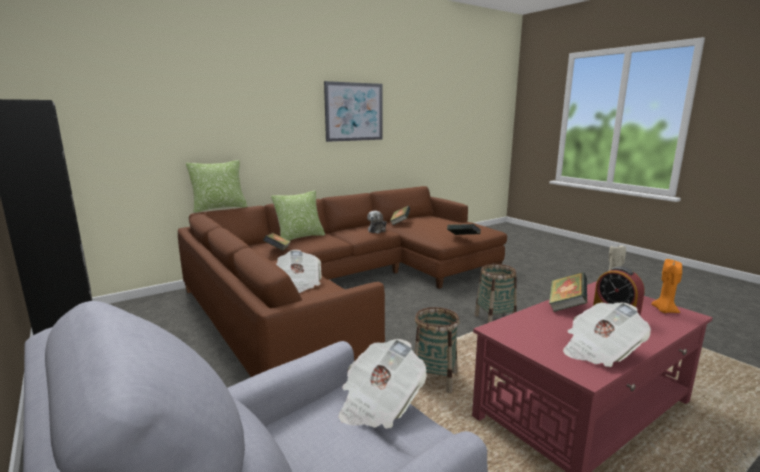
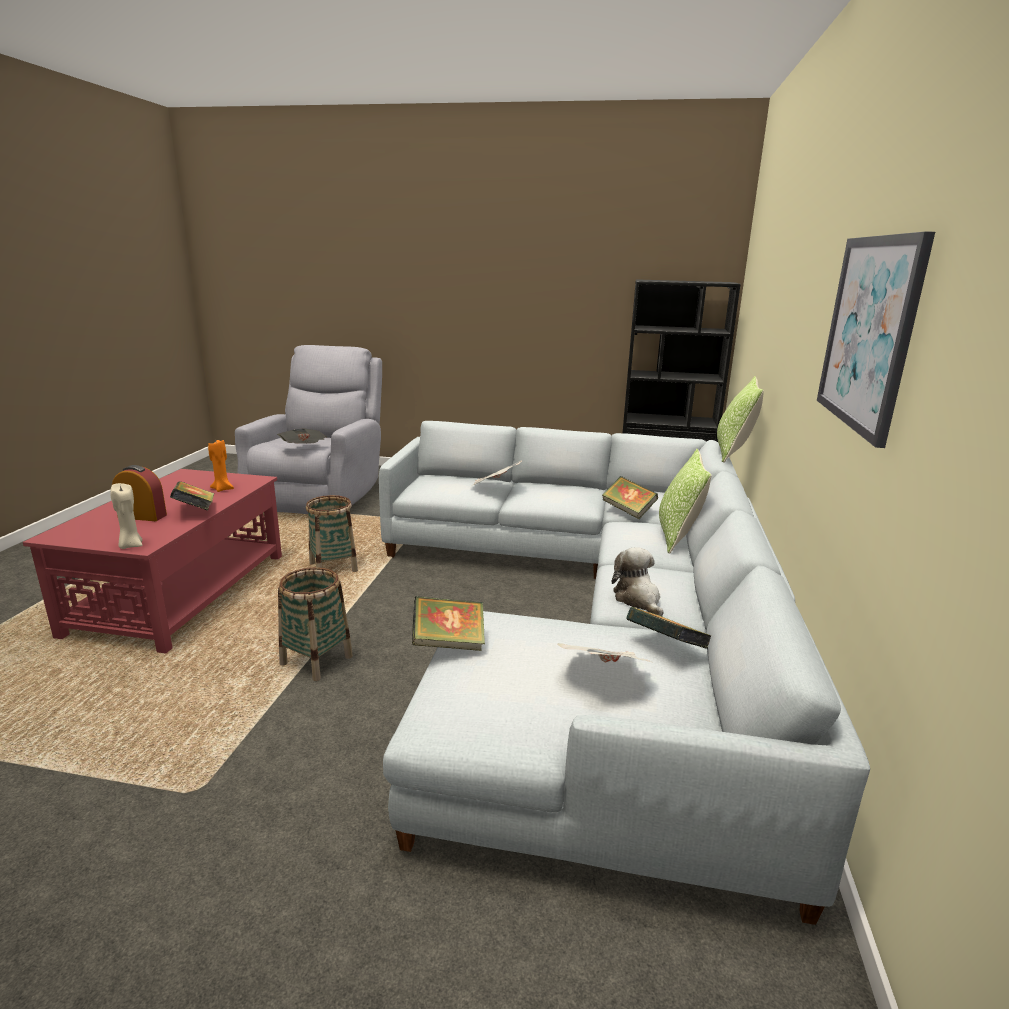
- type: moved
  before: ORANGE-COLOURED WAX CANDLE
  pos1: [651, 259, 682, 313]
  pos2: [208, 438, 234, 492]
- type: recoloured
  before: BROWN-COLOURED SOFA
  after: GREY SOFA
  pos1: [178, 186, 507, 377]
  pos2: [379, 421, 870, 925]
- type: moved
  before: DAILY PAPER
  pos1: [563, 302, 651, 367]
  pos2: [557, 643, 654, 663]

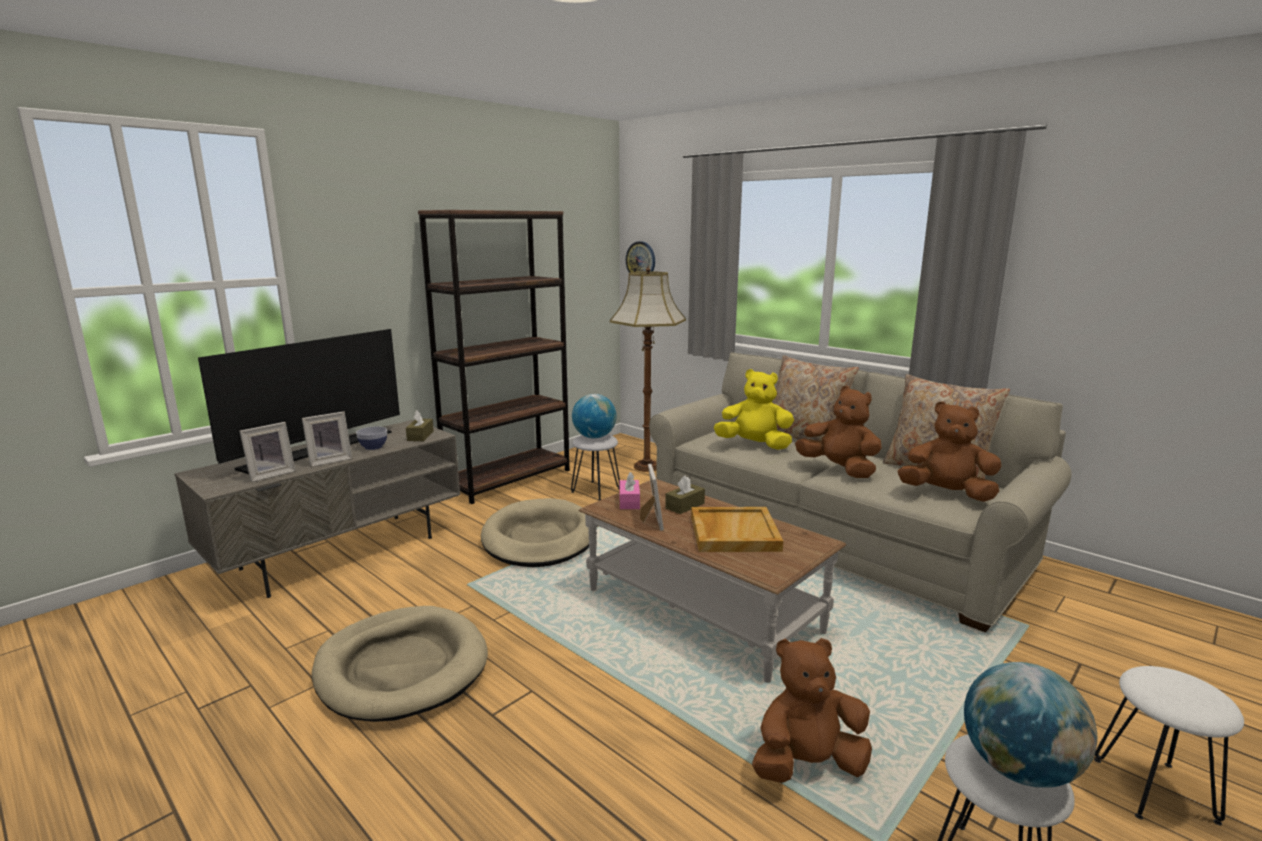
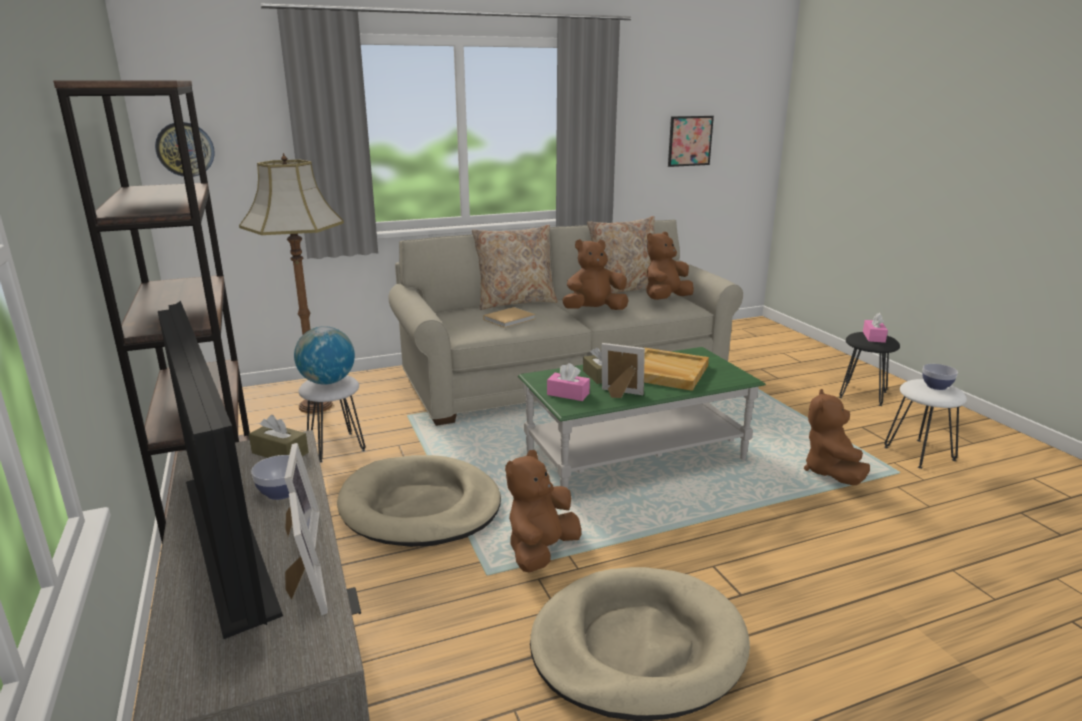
- type: replaced
  before: YELLOW SOFT TOY
  after: BEIGE BOUND BOOK
  pos1: [713, 369, 794, 450]
  pos2: [483, 307, 536, 328]
- type: added
  after: BROWN-COLOURED SOFT TOY
  pos2: [505, 450, 581, 573]
- type: recoloured
  before: BROWN-COLOURED LOUNGE TABLE
  after: GREEN LOUNGE TABLE
  pos1: [578, 479, 846, 683]
  pos2: [518, 347, 766, 488]
- type: added
  after: WALL PICTURE
  pos2: [668, 116, 714, 167]
- type: recoloured
  before: WHITE-COLOURED STOOL
  after: BLACKISH STOOL
  pos1: [1094, 666, 1244, 825]
  pos2: [839, 332, 900, 406]
- type: added
  after: PINK TISSUE BOX
  pos2: [863, 313, 888, 343]
- type: replaced
  before: WORLD GLOBE
  after: SERVING BOWL
  pos1: [964, 662, 1097, 788]
  pos2: [922, 364, 958, 390]

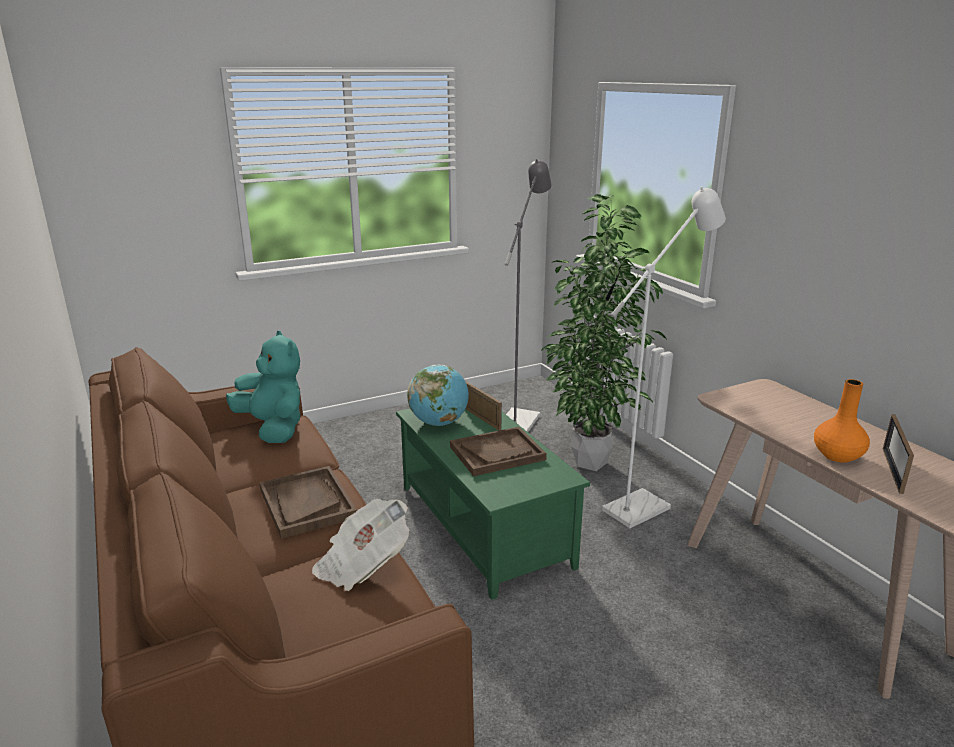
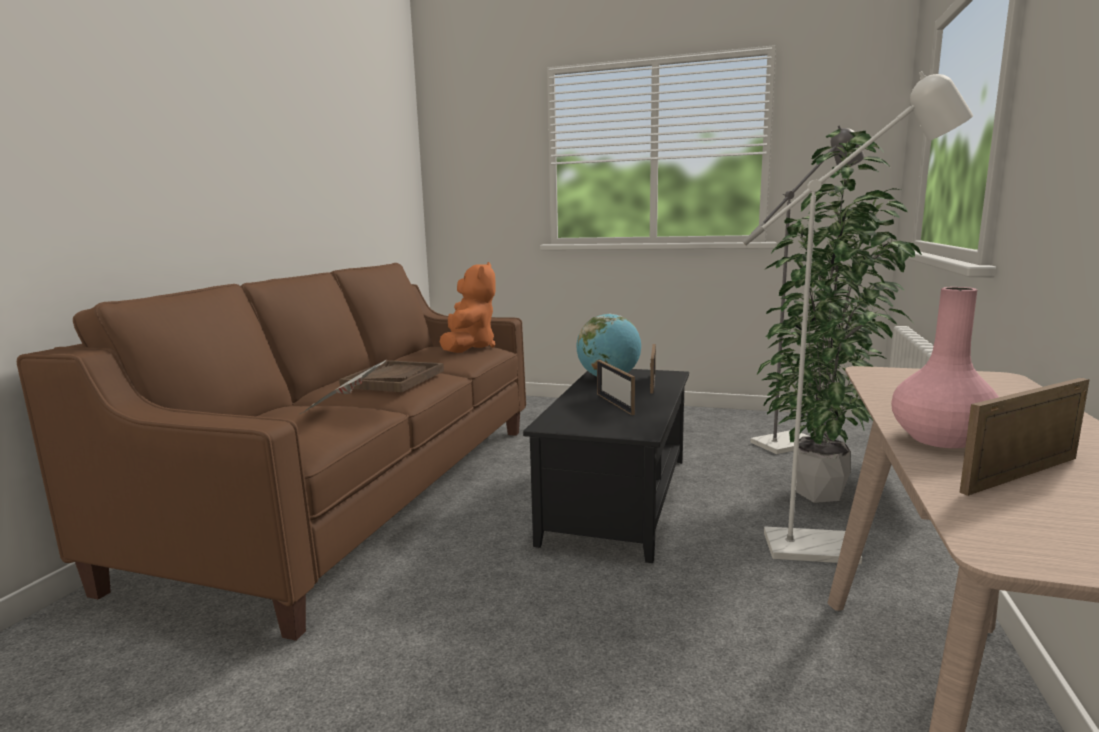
- type: recoloured
  before: TURQUOISE-COLOURED SOFT TOY
  after: ORANGE-COLOURED SOFT TOY
  pos1: [226, 331, 300, 443]
  pos2: [440, 262, 496, 353]
- type: recoloured
  before: GREEN LOUNGE TABLE
  after: BLACKISH LOUNGE TABLE
  pos1: [396, 409, 590, 600]
  pos2: [523, 369, 689, 563]
- type: replaced
  before: BROWN-COLOURED CARRYING TRAY
  after: STANDING FRAME
  pos1: [450, 427, 547, 476]
  pos2: [597, 360, 635, 415]
- type: recoloured
  before: ORANGE-COLOURED FLOWER VASE
  after: PINK FLOWER VASE
  pos1: [814, 379, 870, 463]
  pos2: [891, 287, 999, 448]

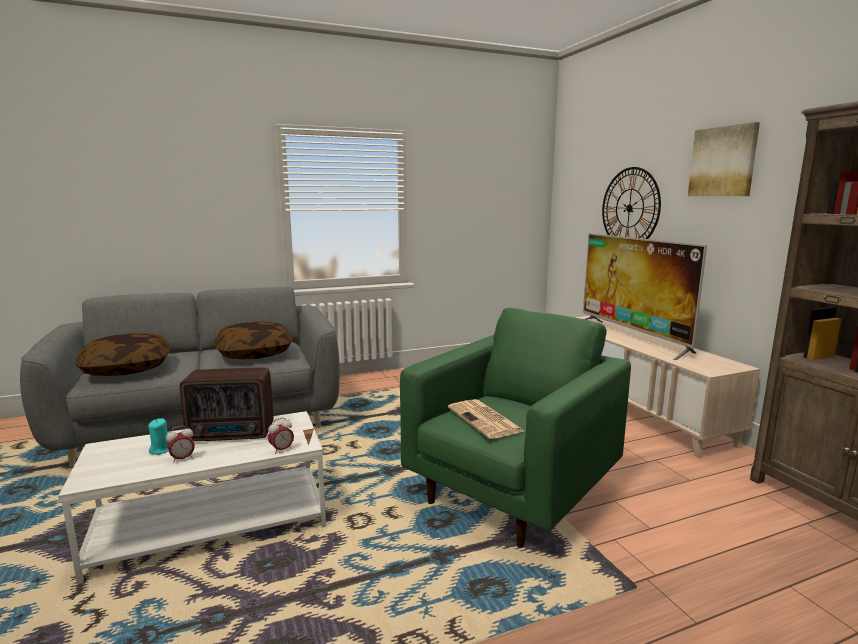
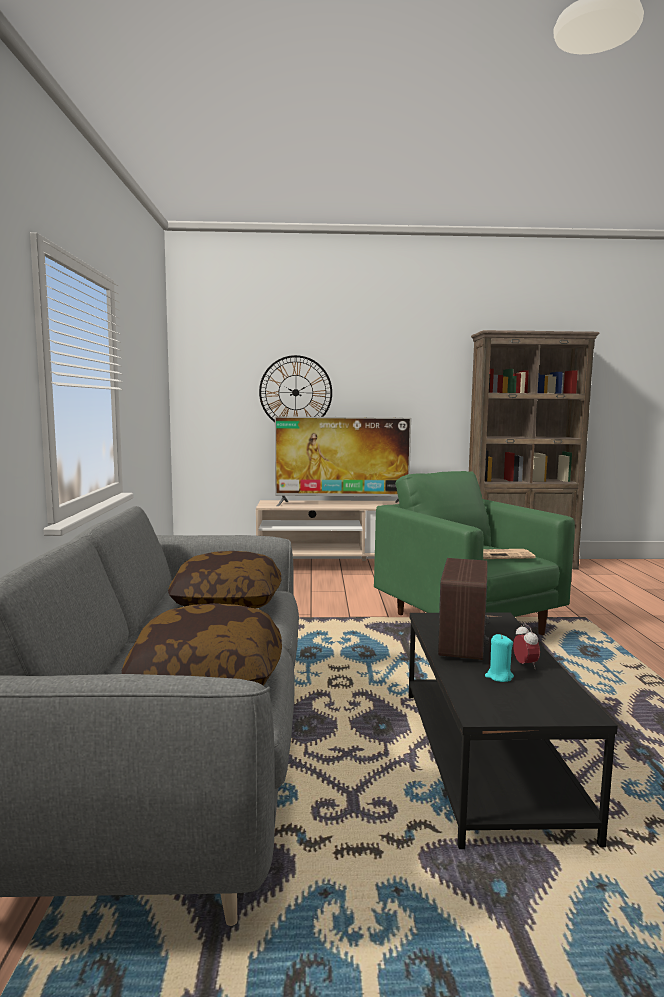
- type: recoloured
  before: WHITE-COLOURED LOUNGE TABLE
  after: BLACKISH LOUNGE TABLE
  pos1: [58, 411, 326, 584]
  pos2: [409, 613, 618, 849]
- type: removed
  before: ALARM CLOCK
  pos1: [268, 418, 294, 454]
- type: removed
  before: WALL PICTURE
  pos1: [688, 122, 760, 196]

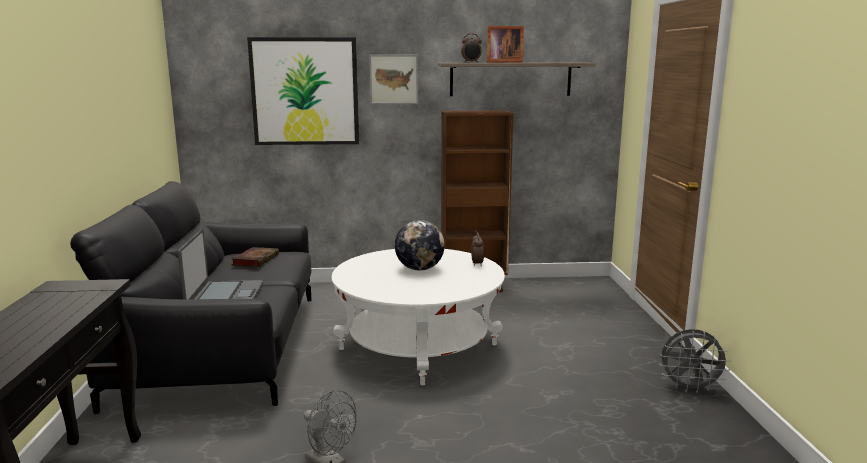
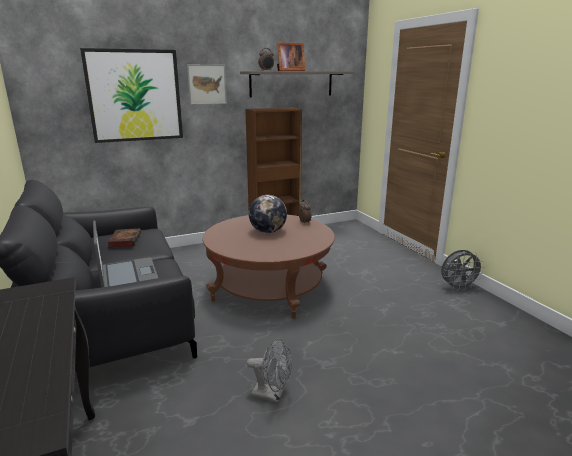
- type: recoloured
  before: WHITE-COLOURED LOUNGE TABLE
  after: BROWN-COLOURED LOUNGE TABLE
  pos1: [331, 249, 505, 385]
  pos2: [203, 215, 335, 319]

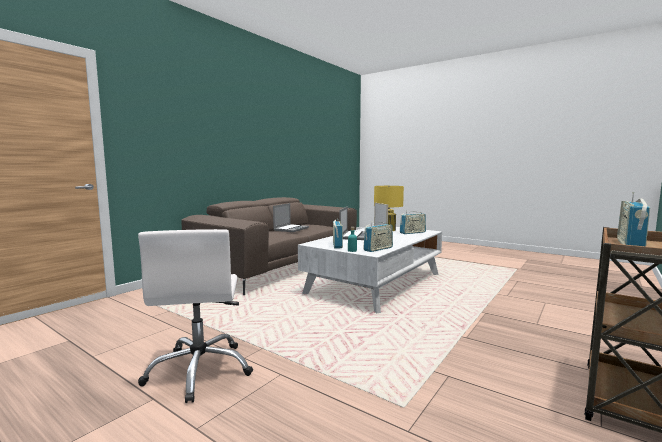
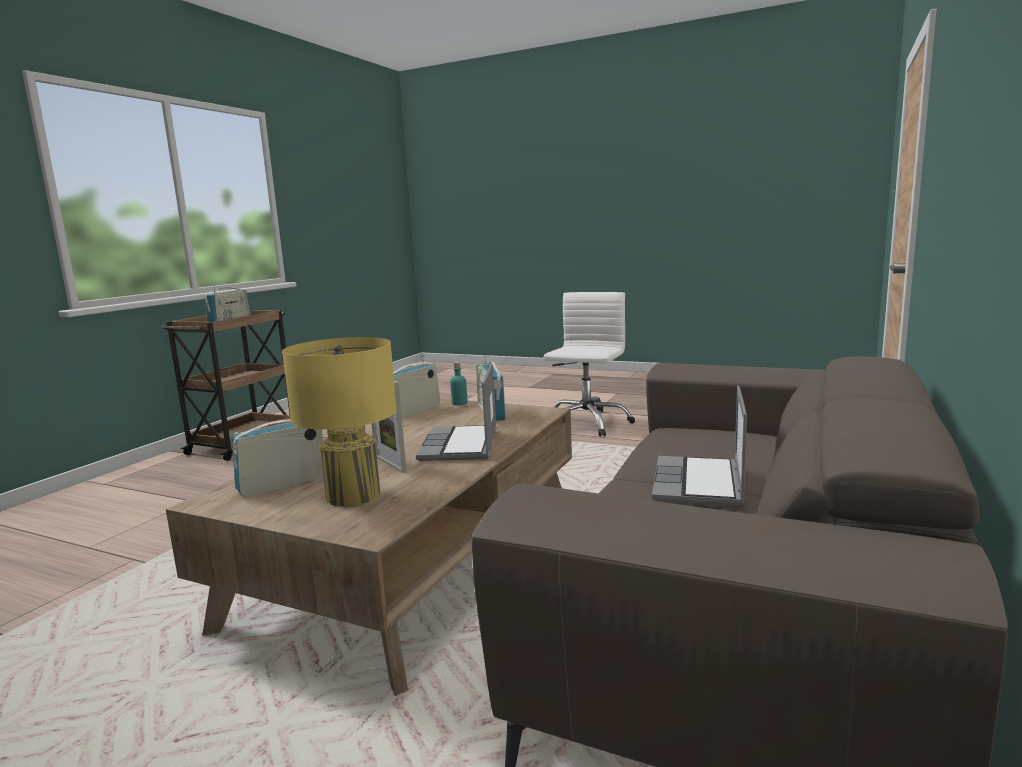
- type: recoloured
  before: WHITE-COLOURED LOUNGE TABLE
  after: BROWN-COLOURED LOUNGE TABLE
  pos1: [298, 226, 442, 314]
  pos2: [166, 398, 572, 696]
- type: turned
  before: WHITE-COLOURED OFFICE CHAIR
  pos1: [138, 229, 253, 403]
  pos2: [543, 292, 635, 437]
  turn: 45

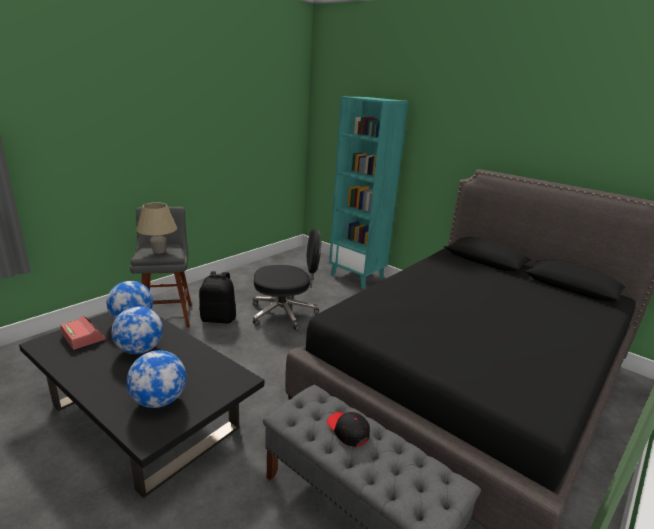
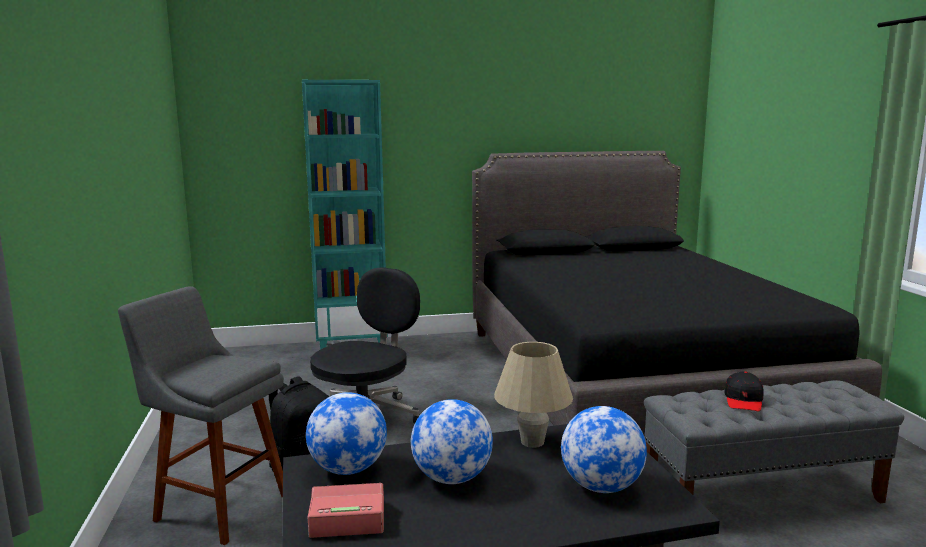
- type: moved
  before: BEIGE LAMP FOR A TABLE
  pos1: [137, 202, 177, 254]
  pos2: [494, 342, 573, 448]
- type: turned
  before: BLACKISH BASEBALL CAP
  pos1: [327, 412, 370, 447]
  pos2: [724, 371, 764, 411]
  turn: -75

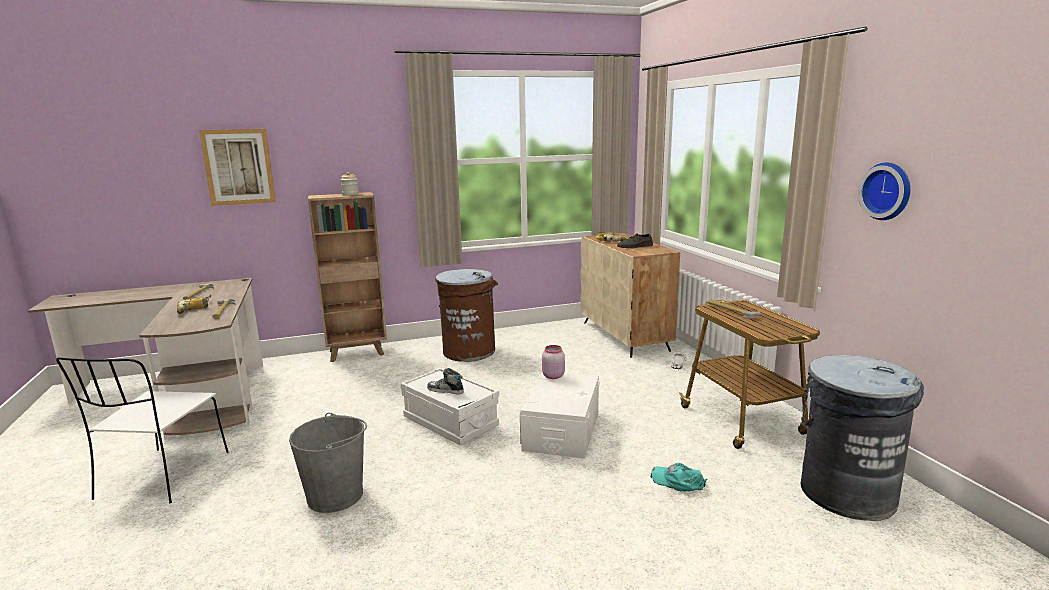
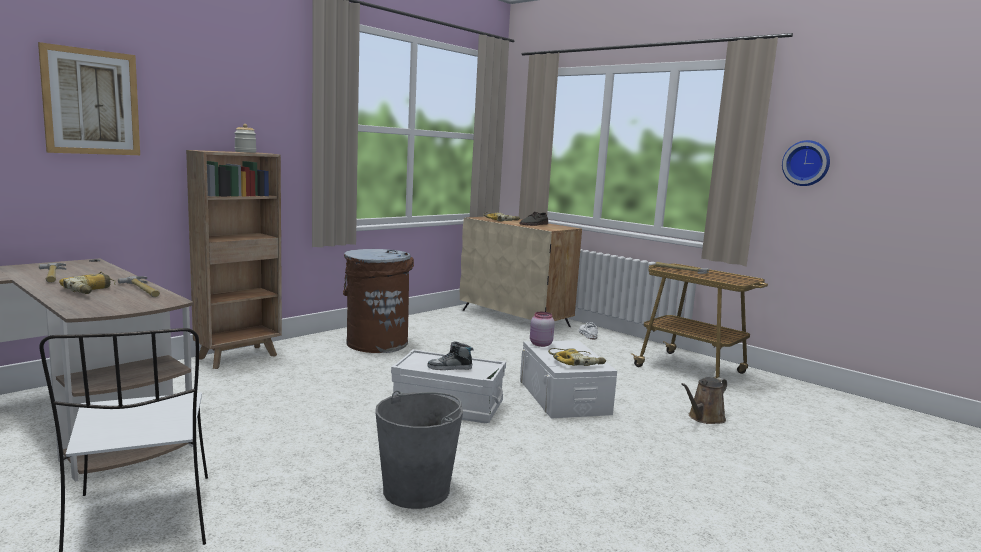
- type: added
  after: ELECTRIC DRILL
  pos2: [548, 348, 606, 366]
- type: replaced
  before: TURQUOISE-COLOURED BASEBALL CAP
  after: BROWN-COLOURED WATERING CAN
  pos1: [650, 463, 707, 492]
  pos2: [681, 377, 727, 424]
- type: removed
  before: GREY RUBBISH BIN
  pos1: [801, 355, 924, 521]

